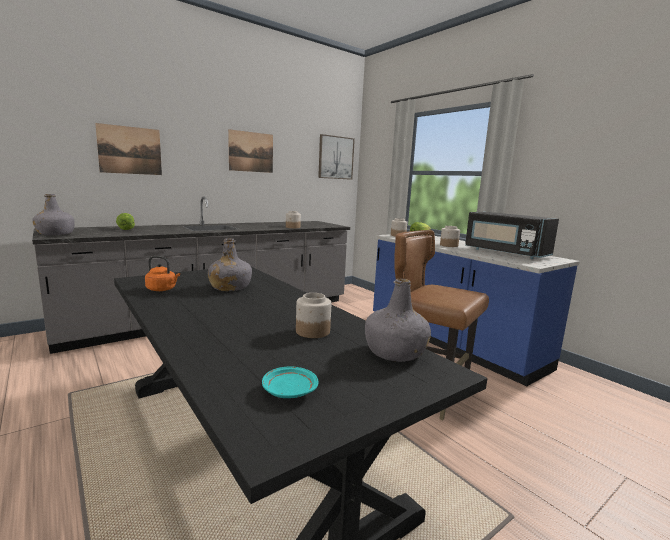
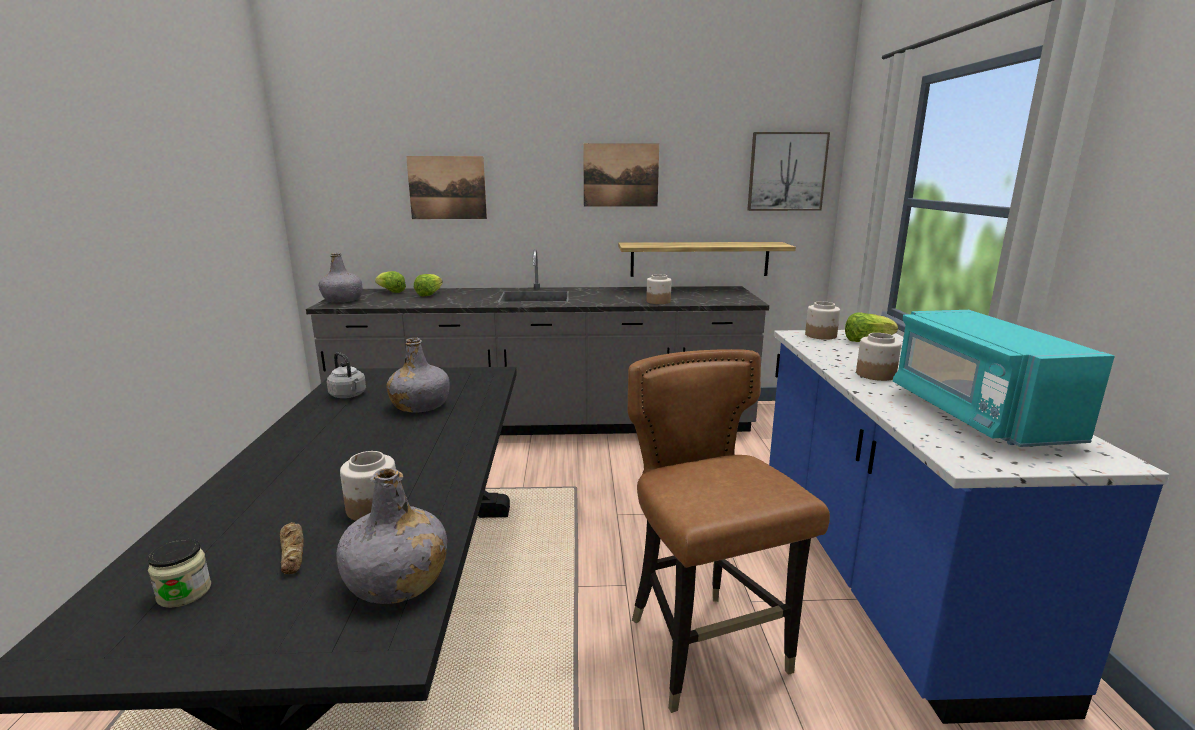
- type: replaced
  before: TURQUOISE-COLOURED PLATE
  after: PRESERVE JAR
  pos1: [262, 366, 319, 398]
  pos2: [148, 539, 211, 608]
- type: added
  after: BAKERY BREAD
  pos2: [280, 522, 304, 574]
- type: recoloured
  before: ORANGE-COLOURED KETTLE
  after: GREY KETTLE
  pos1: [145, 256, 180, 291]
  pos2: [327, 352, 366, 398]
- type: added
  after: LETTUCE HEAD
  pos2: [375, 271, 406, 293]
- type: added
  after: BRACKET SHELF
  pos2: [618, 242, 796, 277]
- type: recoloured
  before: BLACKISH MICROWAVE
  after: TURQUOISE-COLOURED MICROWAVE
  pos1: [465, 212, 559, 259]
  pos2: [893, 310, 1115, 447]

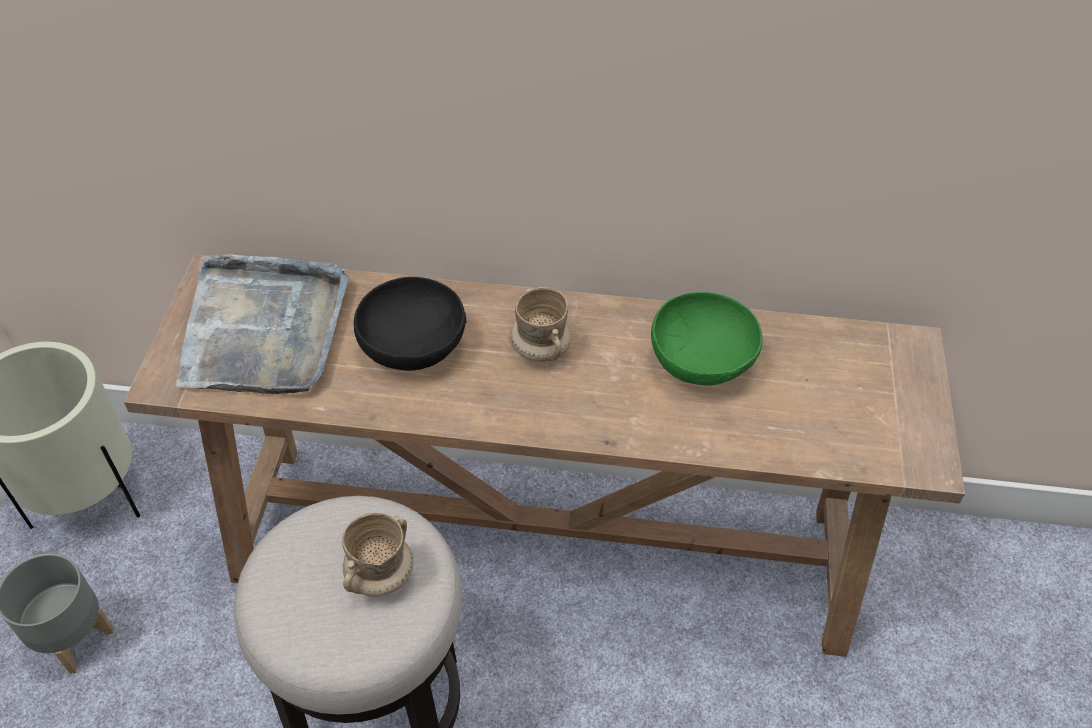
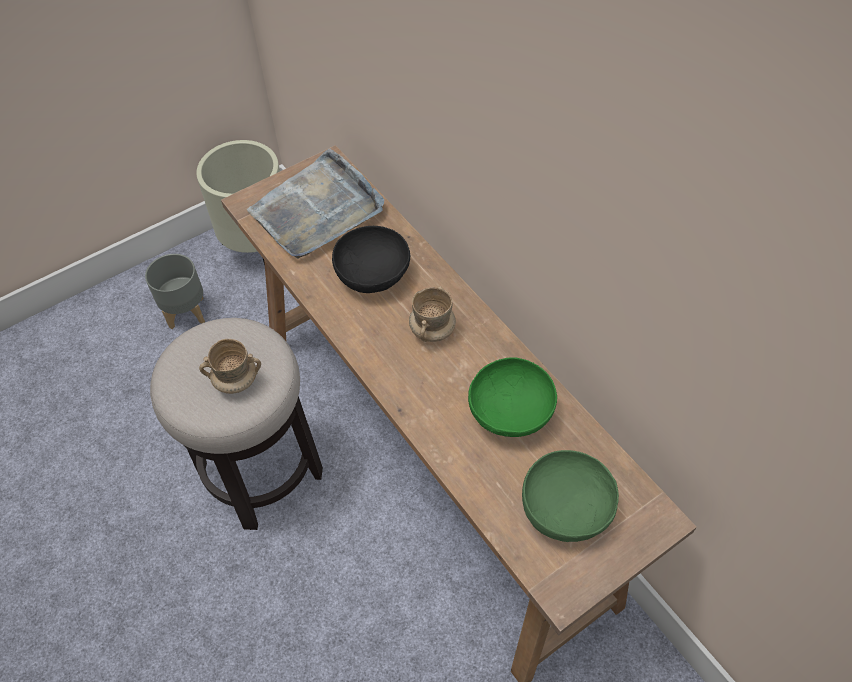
- type: added
  after: GREEN SERVING BOWL
  pos2: [522, 450, 619, 542]

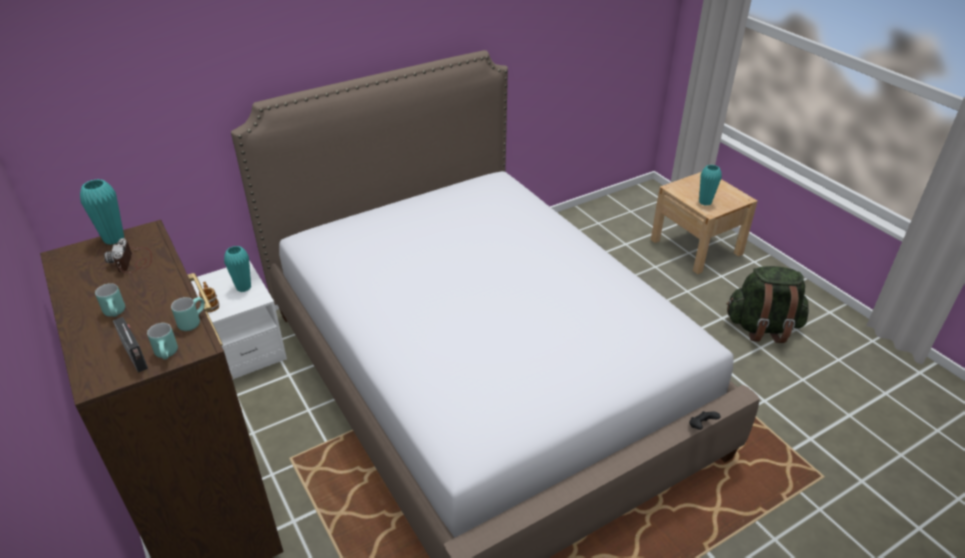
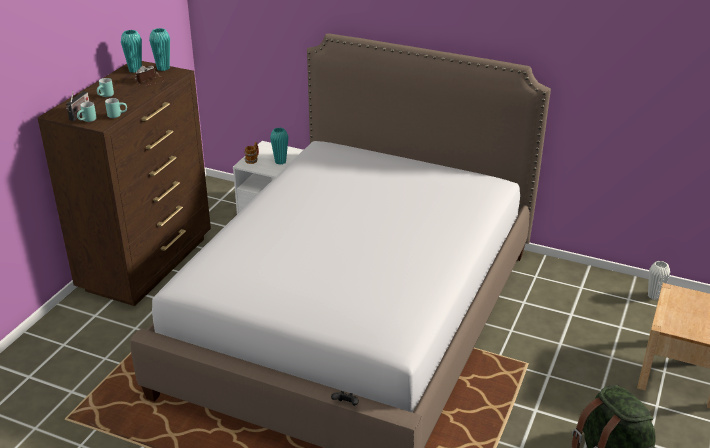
- type: moved
  before: TURQUOISE-COLOURED FLOWER VASE
  pos1: [699, 165, 722, 206]
  pos2: [121, 30, 142, 73]
- type: added
  after: WHITE-COLOURED FLOWER VASE
  pos2: [648, 261, 670, 300]

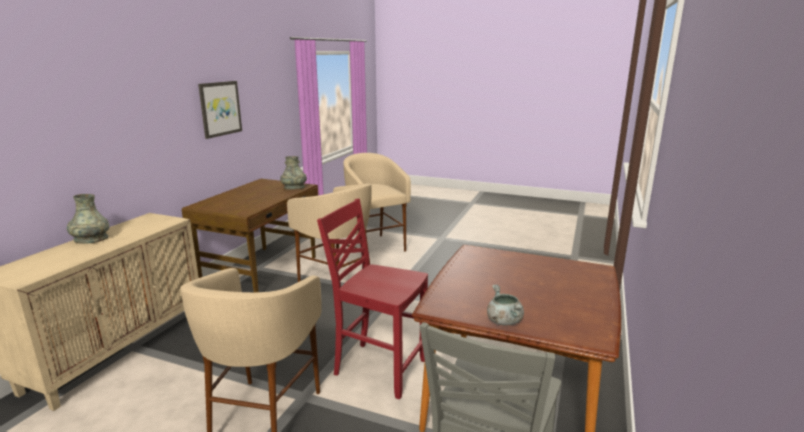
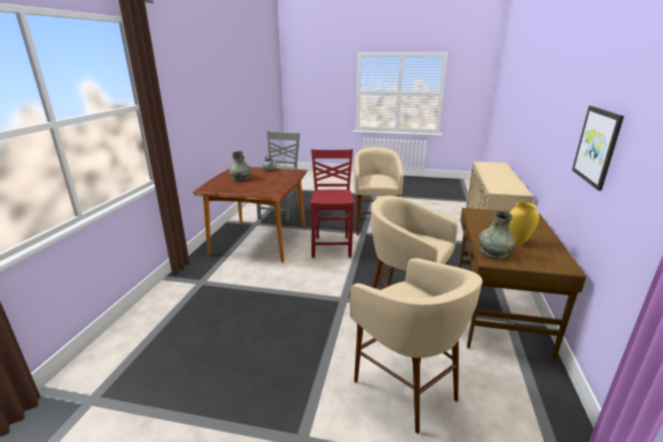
- type: moved
  before: GREY FLOWER VASE
  pos1: [67, 194, 109, 244]
  pos2: [229, 151, 251, 181]
- type: turned
  before: RED-COLOURED UPRIGHT CHAIR
  pos1: [317, 199, 428, 399]
  pos2: [310, 149, 355, 258]
  turn: -105
- type: added
  after: YELLOW FLOWER VASE
  pos2: [509, 202, 539, 245]

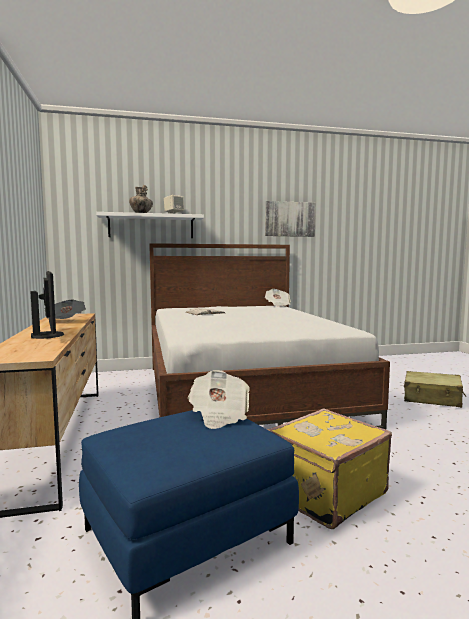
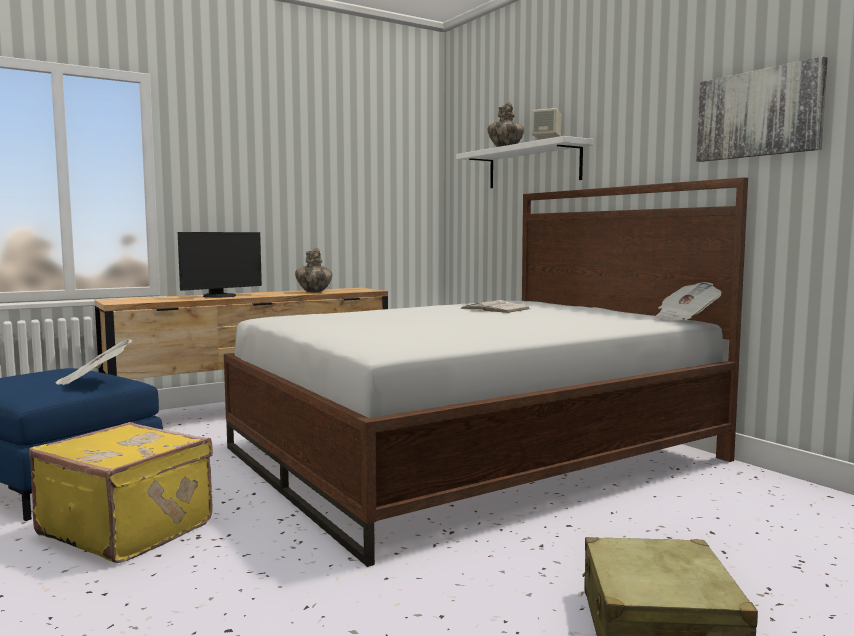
- type: replaced
  before: DAILY PAPER
  after: FLOWER VASE
  pos1: [45, 300, 86, 319]
  pos2: [295, 247, 332, 292]

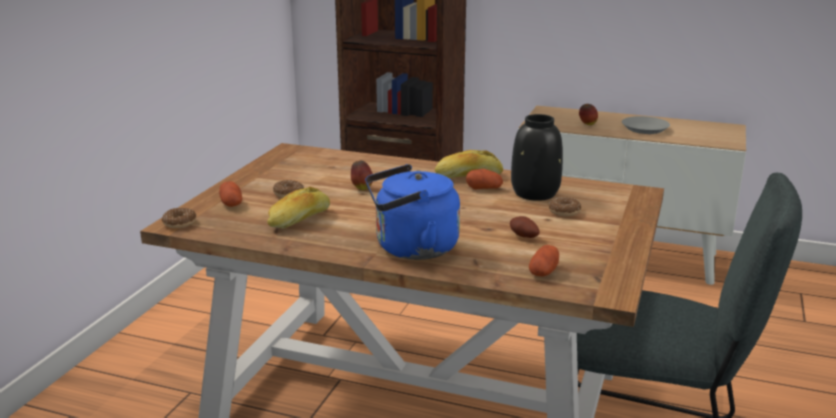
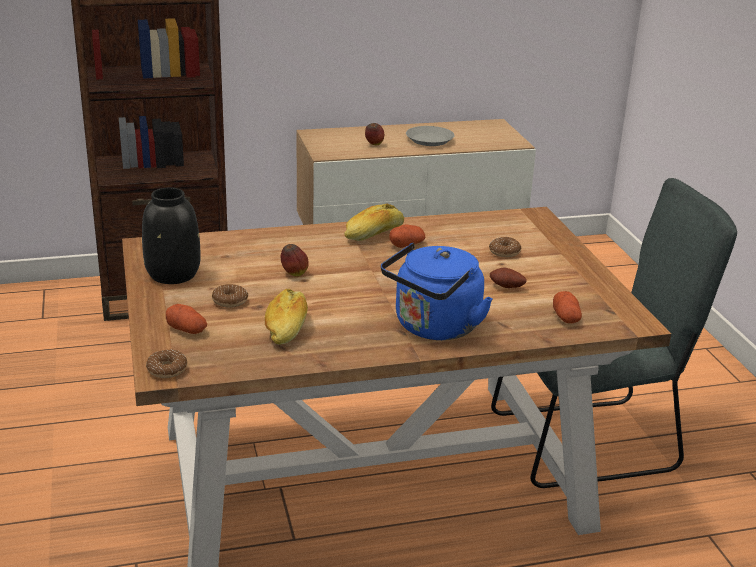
- type: moved
  before: BLACKISH FLOWER VASE
  pos1: [511, 114, 563, 201]
  pos2: [142, 188, 201, 284]

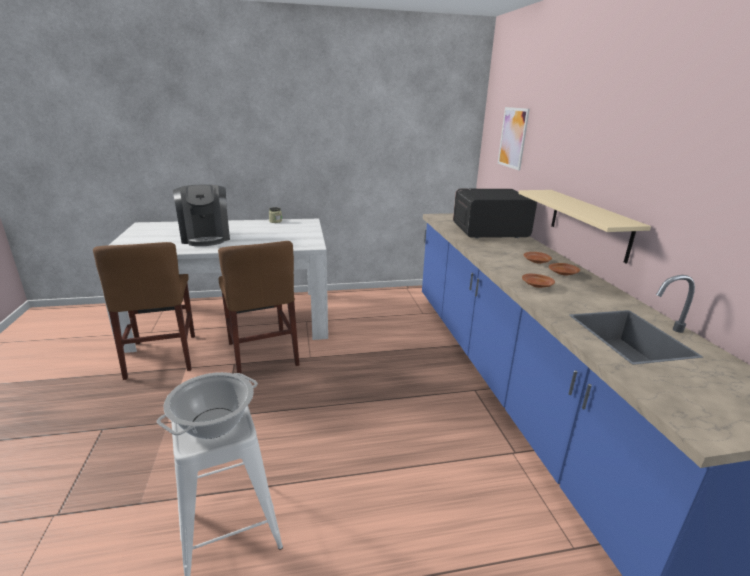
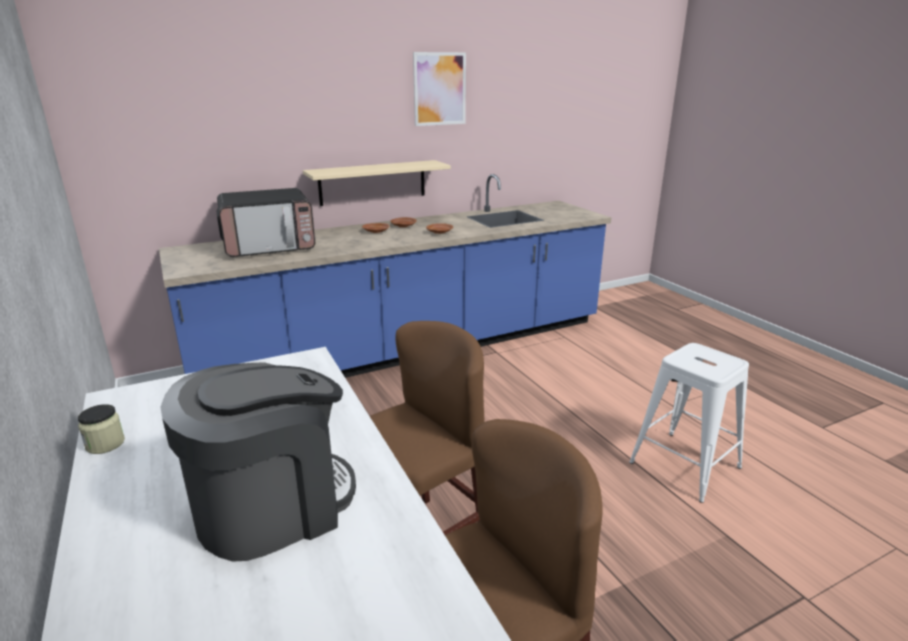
- type: turned
  before: MICROWAVE
  pos1: [453, 189, 537, 239]
  pos2: [217, 188, 315, 257]
  turn: -90
- type: moved
  before: WALL PICTURE
  pos1: [498, 107, 530, 171]
  pos2: [413, 52, 466, 126]
- type: removed
  before: COOKING POT
  pos1: [157, 372, 258, 439]

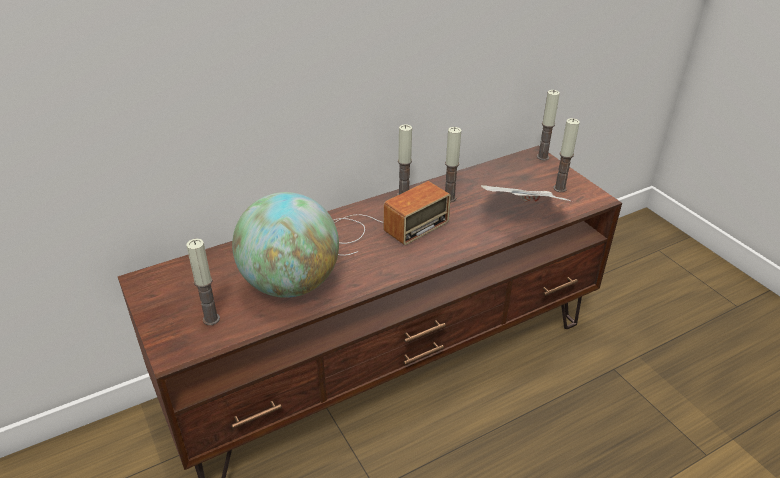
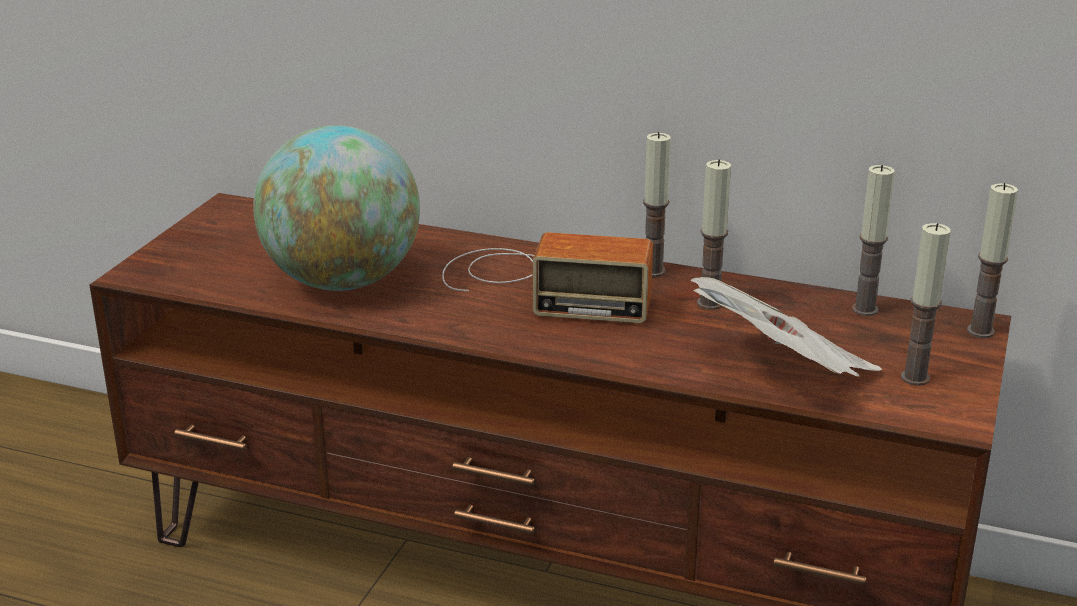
- type: moved
  before: WAX CANDLE
  pos1: [186, 239, 220, 325]
  pos2: [852, 165, 895, 316]

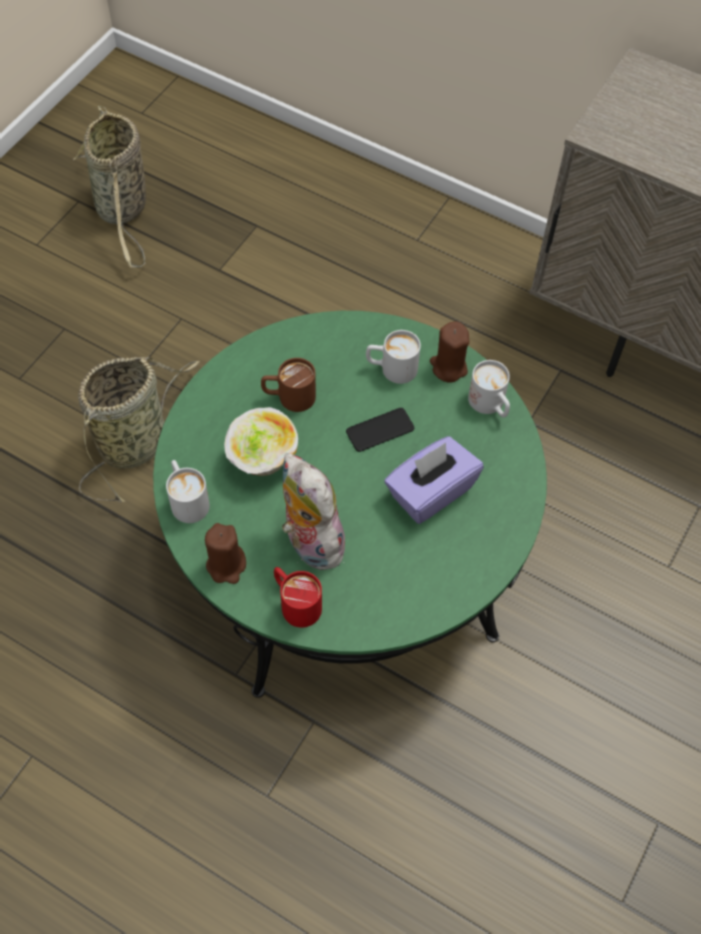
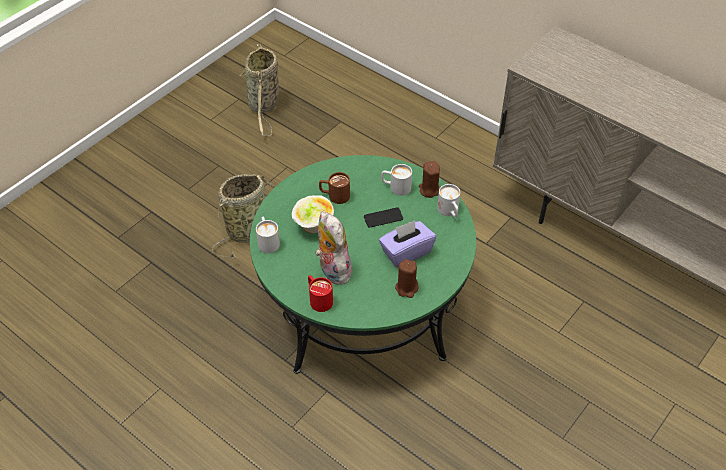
- type: moved
  before: BROWN-COLOURED WAX CANDLE
  pos1: [205, 523, 246, 584]
  pos2: [395, 259, 418, 298]

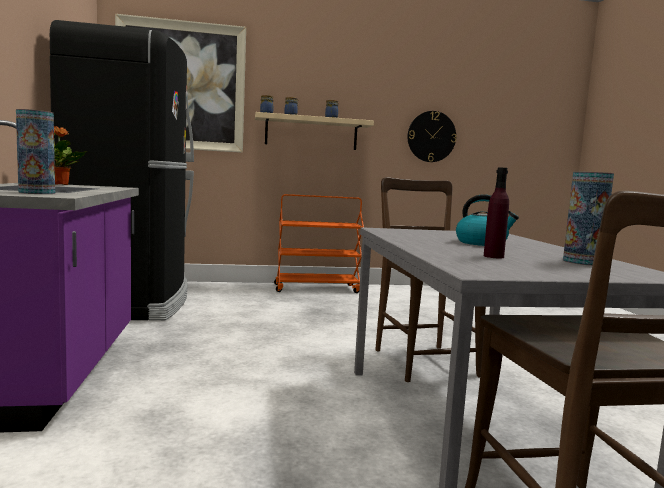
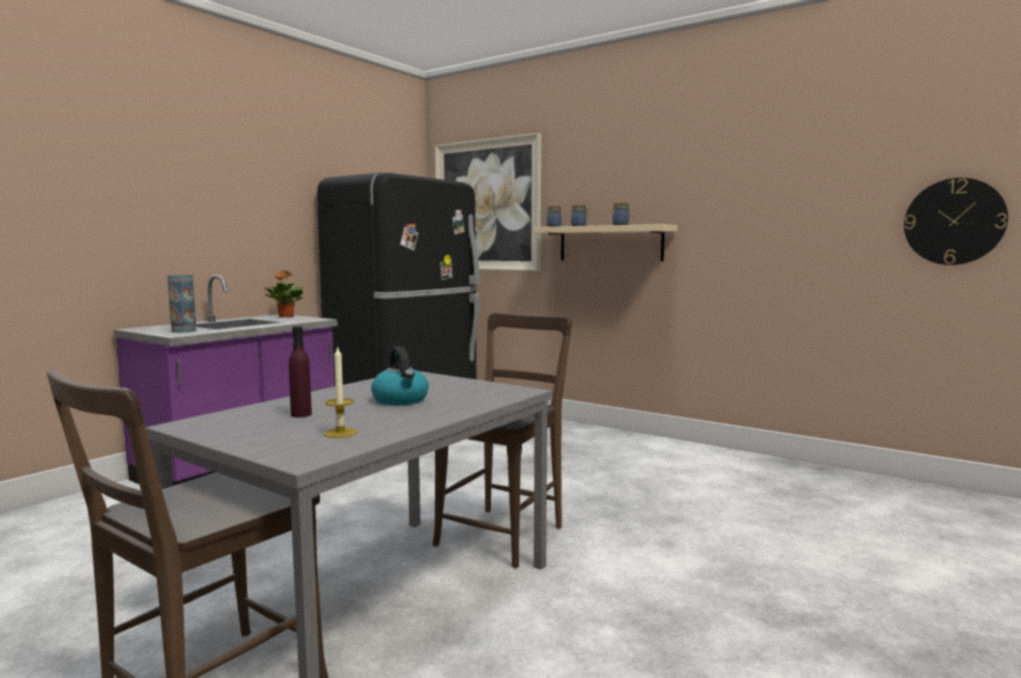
- type: replaced
  before: FLOWER VASE
  after: WAX CANDLE
  pos1: [563, 171, 614, 266]
  pos2: [324, 346, 358, 438]
- type: moved
  before: HANGING CLOCK
  pos1: [408, 111, 456, 162]
  pos2: [904, 178, 1008, 265]
- type: removed
  before: ORANGE-COLOURED CART
  pos1: [274, 194, 364, 293]

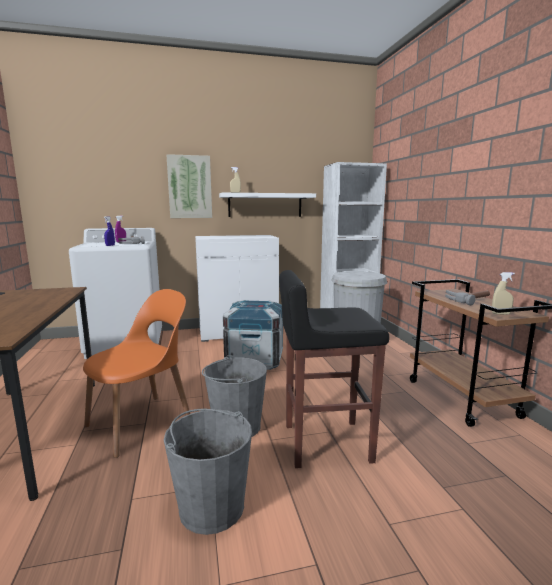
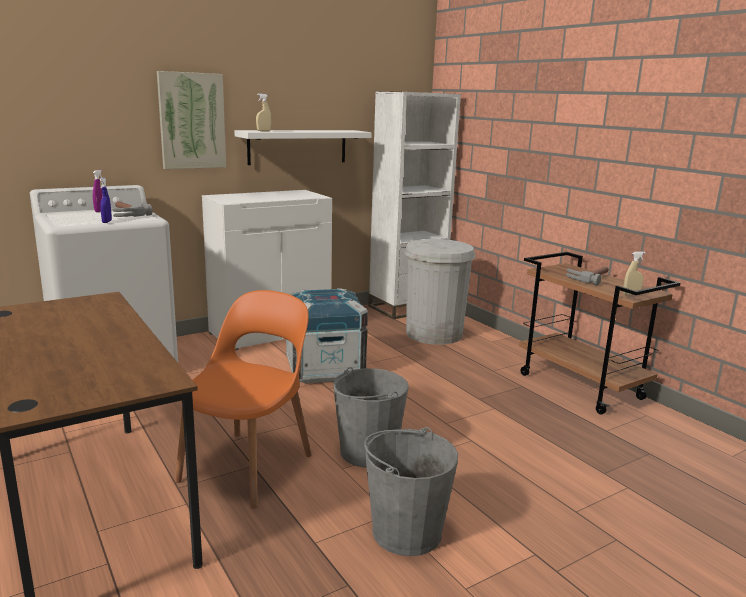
- type: removed
  before: BLACKISH STOOL
  pos1: [279, 270, 389, 468]

